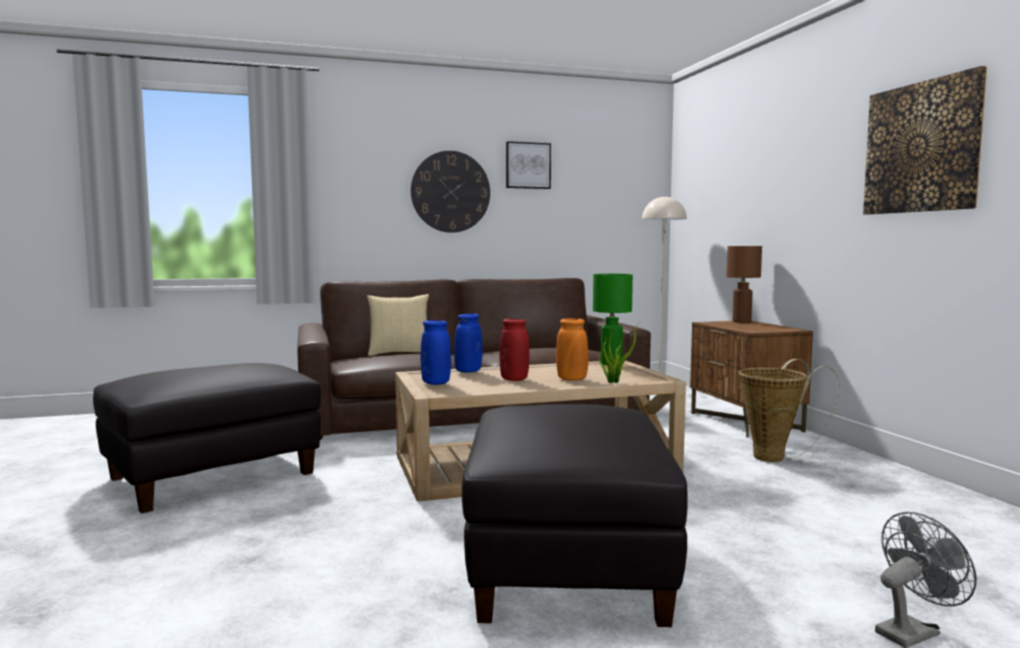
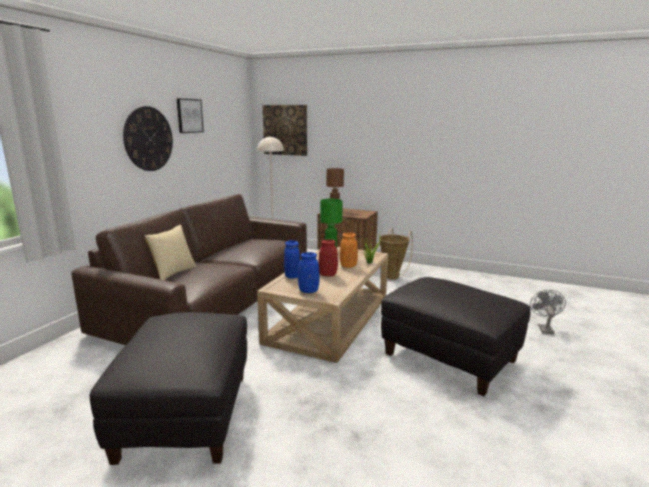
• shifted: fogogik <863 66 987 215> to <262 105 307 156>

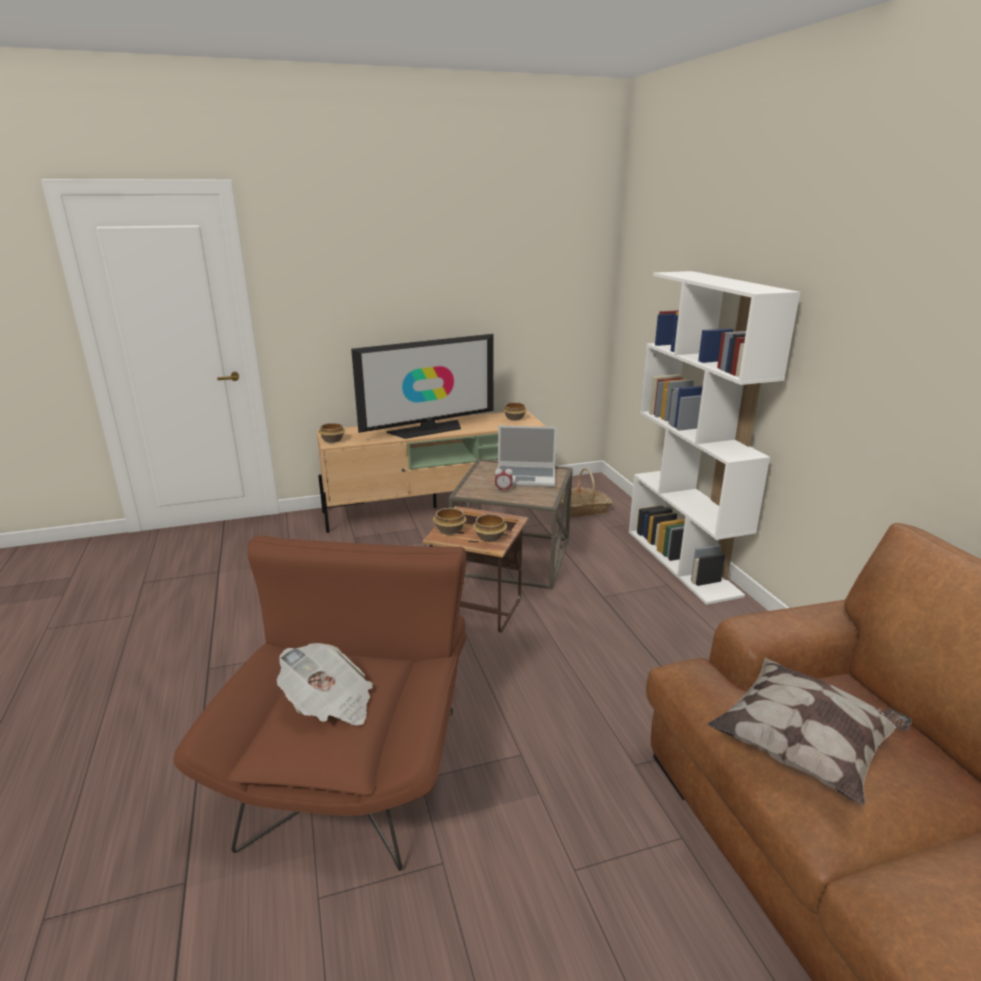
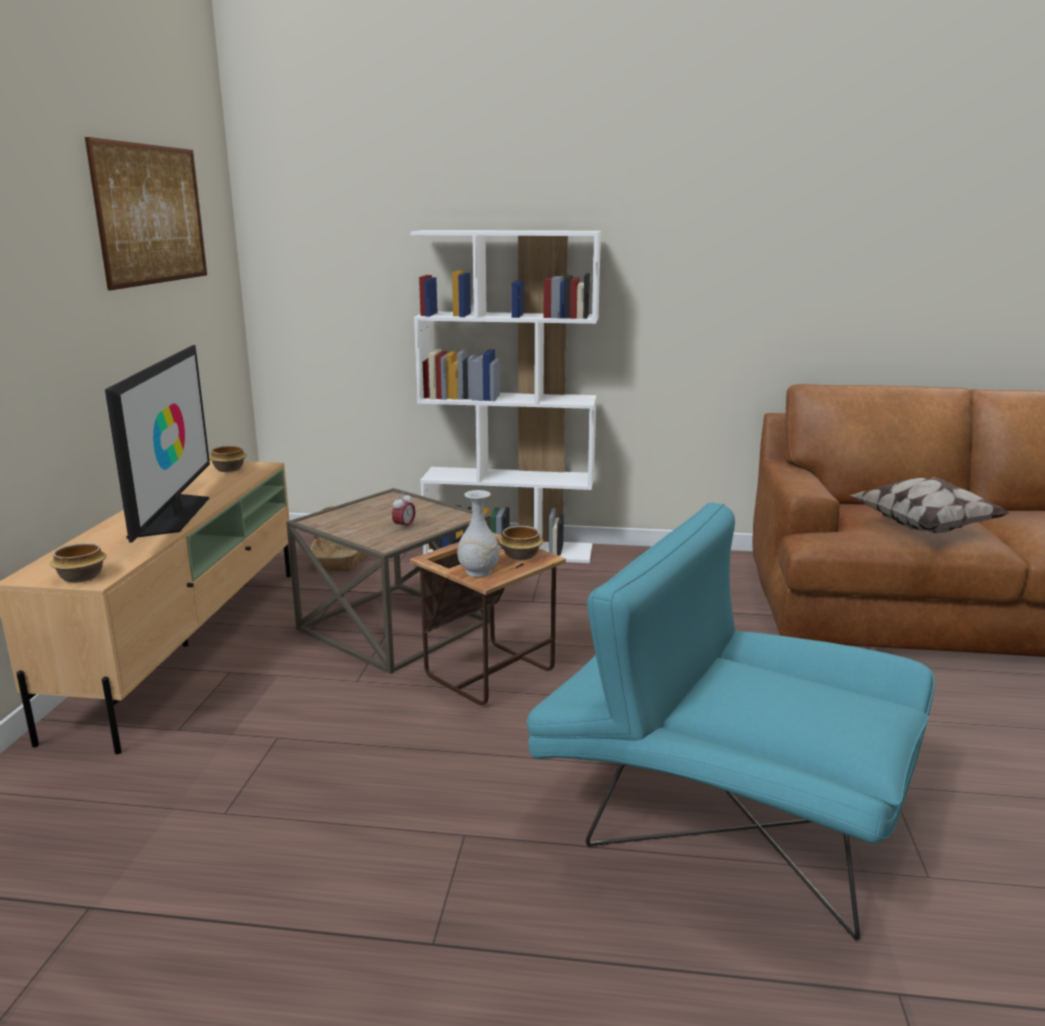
• new: fogogik <85 137 207 290>
• swapped: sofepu <433 508 467 535> to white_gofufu <457 490 500 577>
• repainted: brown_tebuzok <173 535 467 871> to turquoise_tebuzok <527 502 935 940>
• gone: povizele <276 643 373 726>
• gone: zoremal <497 425 557 487>

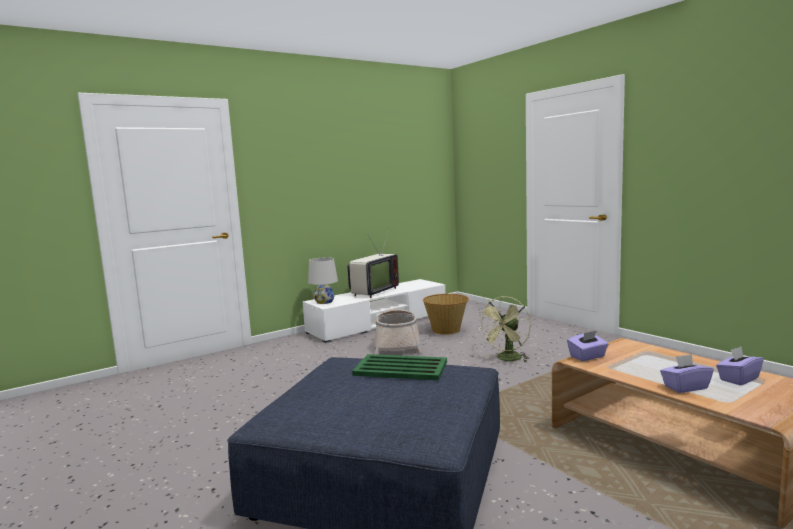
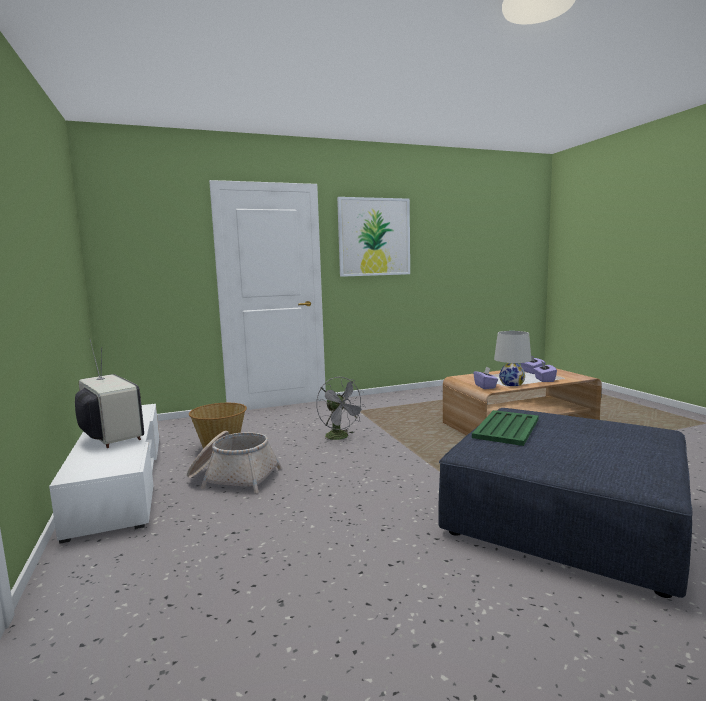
• repainted: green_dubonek <478 296 531 362> to grey_dubonek <317 377 365 443>
• new: fogogik <337 197 410 277>
• shifted: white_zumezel <308 257 338 304> to <494 331 531 386>

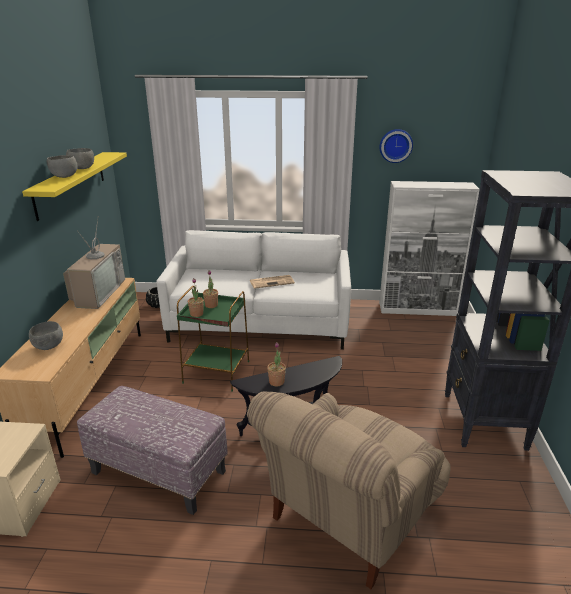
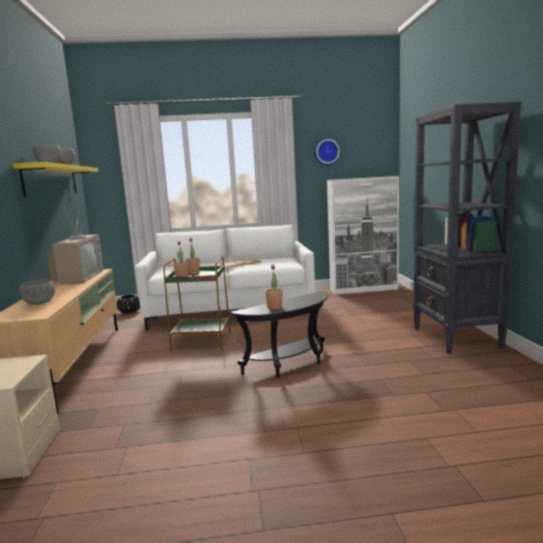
• gone: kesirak <77 386 228 515>
• gone: beige_tebuzok <247 391 451 589>

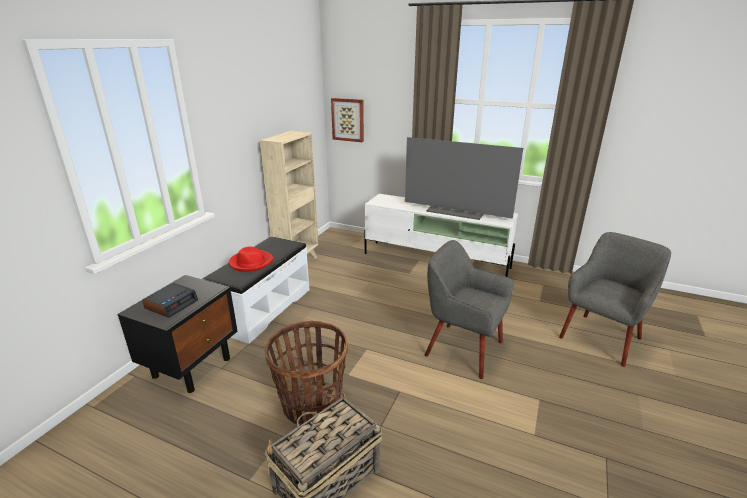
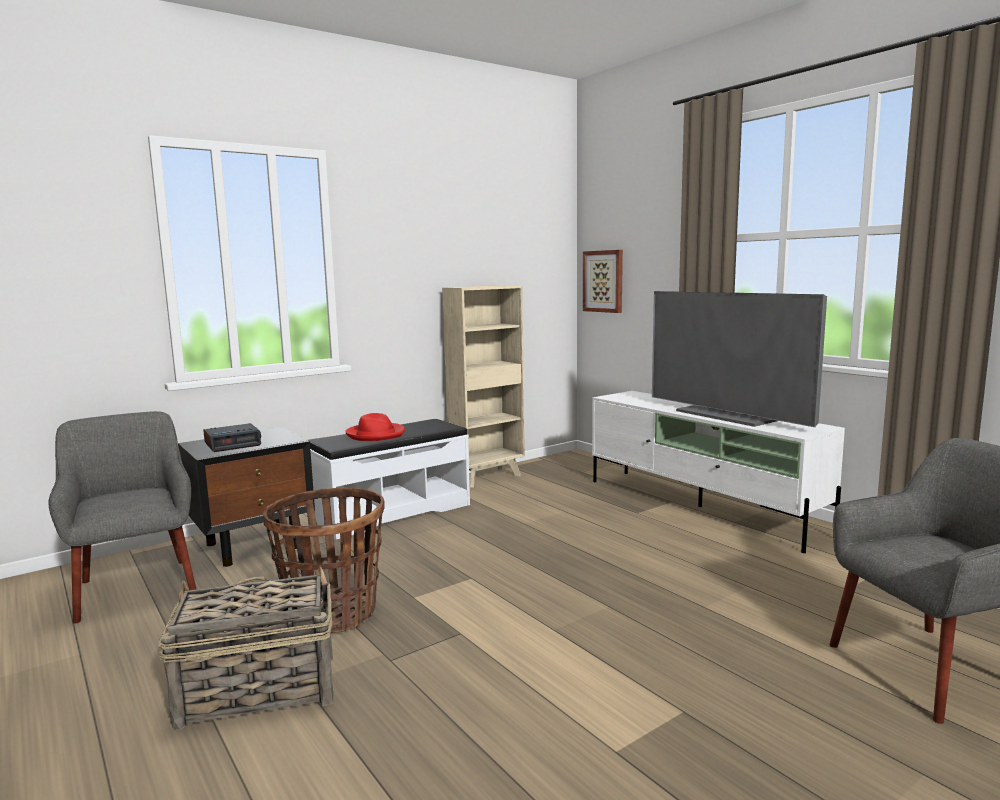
• shifted: grey_tebuzok <425 240 513 379> to <49 411 197 624>

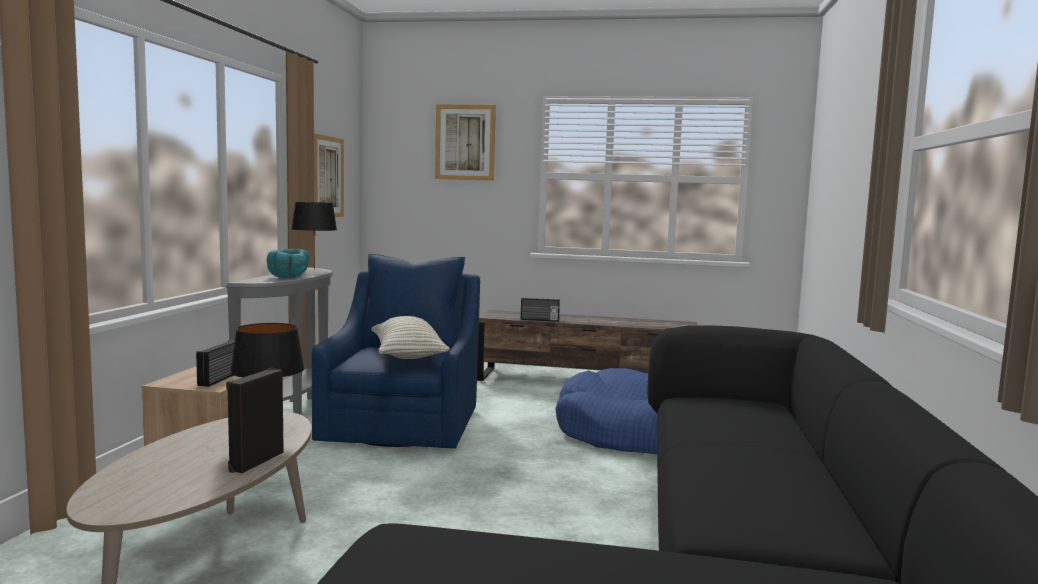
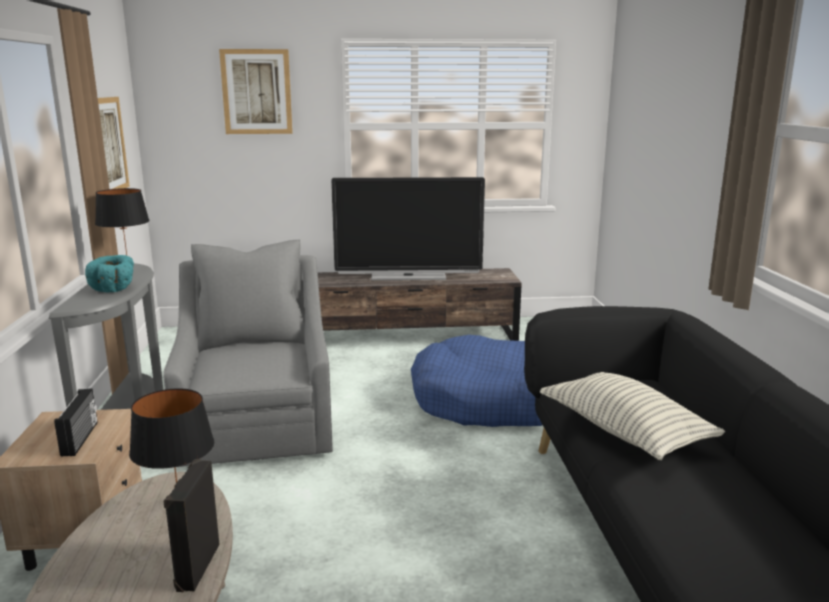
• repainted: blue_tebuzok <312 254 481 449> to grey_tebuzok <163 240 333 467>
• new: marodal <331 177 485 281>
• shifted: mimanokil <371 316 450 359> to <540 372 725 460>
• gone: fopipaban <521 298 560 322>

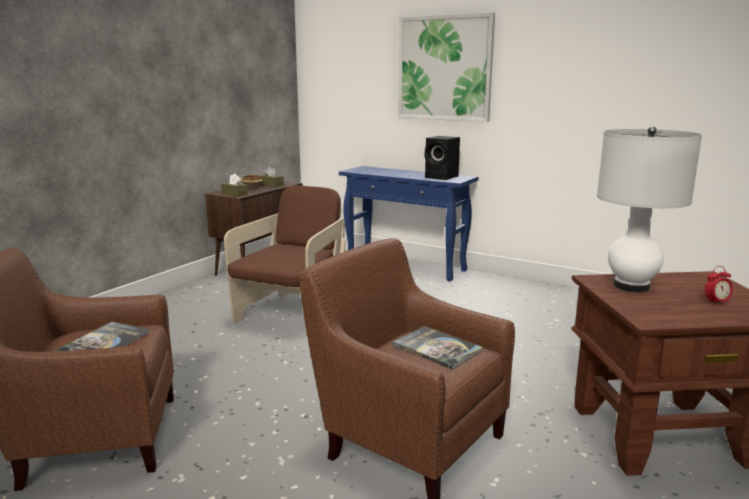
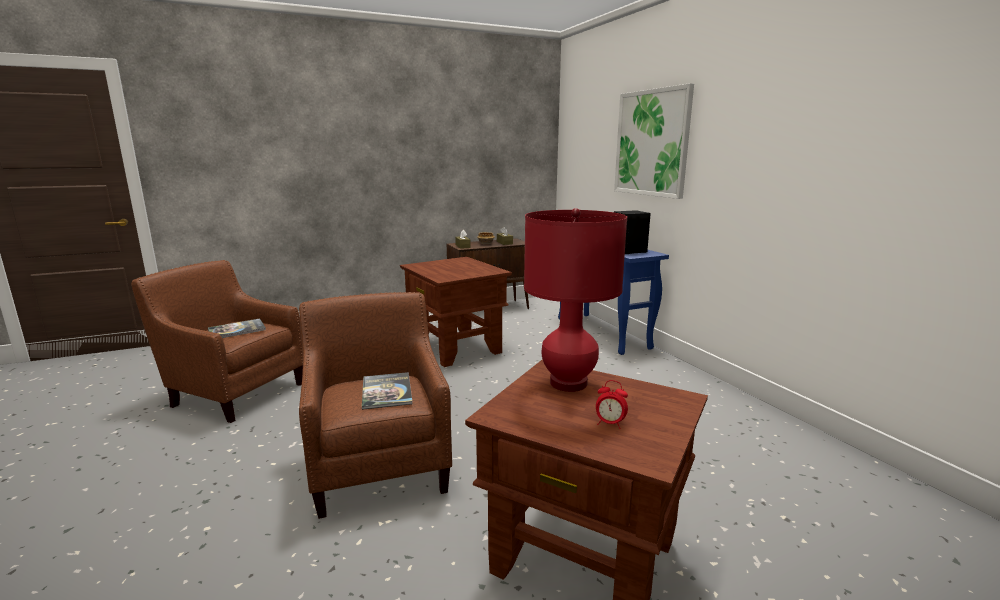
• swapped: brown_tebuzok <224 186 346 336> to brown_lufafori <400 257 512 367>
• repainted: white_zumezel <597 126 702 292> to red_zumezel <524 208 627 392>

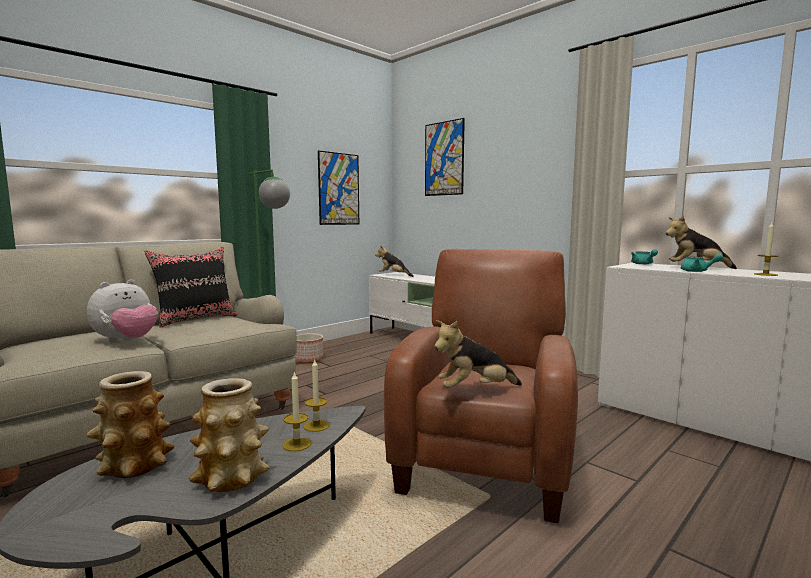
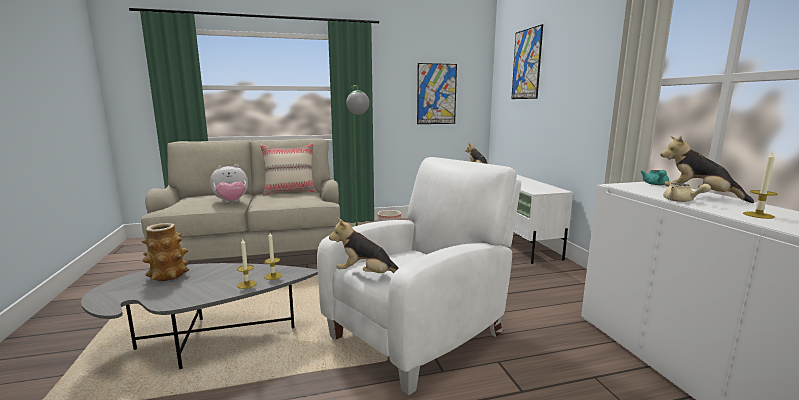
• repainted: black_mimanokil <145 247 237 328> to beige_mimanokil <260 143 317 196>
• repainted: brown_tebuzok <384 249 578 523> to white_tebuzok <317 157 521 395>
• repainted: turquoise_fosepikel <681 254 724 272> to beige_fosepikel <663 183 711 202>
• gone: gofufu <189 378 269 492>

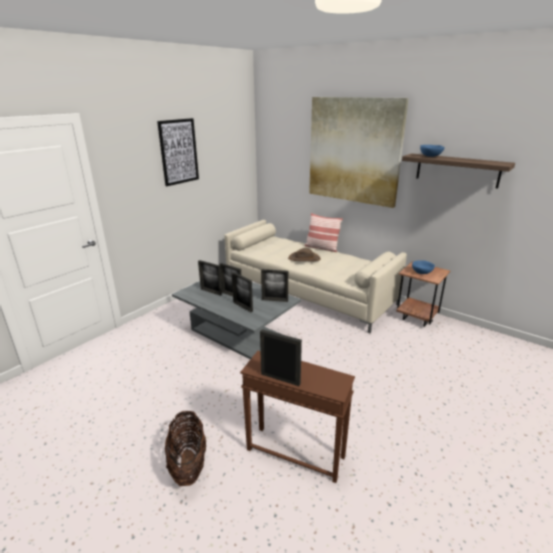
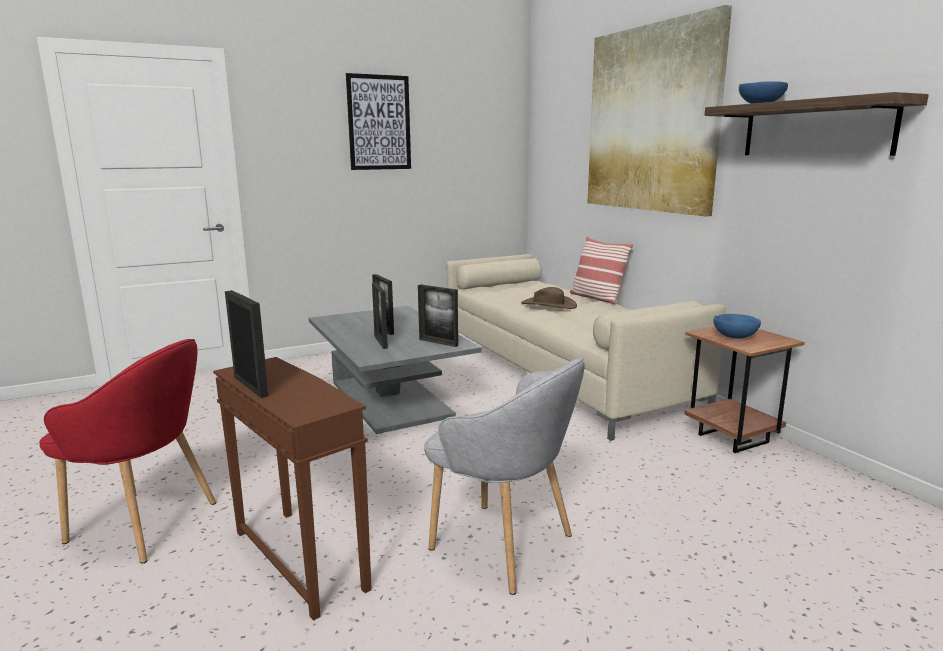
• swapped: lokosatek <165 411 206 486> to red_tebuzok <39 339 216 564>
• new: grey_tebuzok <424 358 585 595>
• gone: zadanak <198 260 222 296>

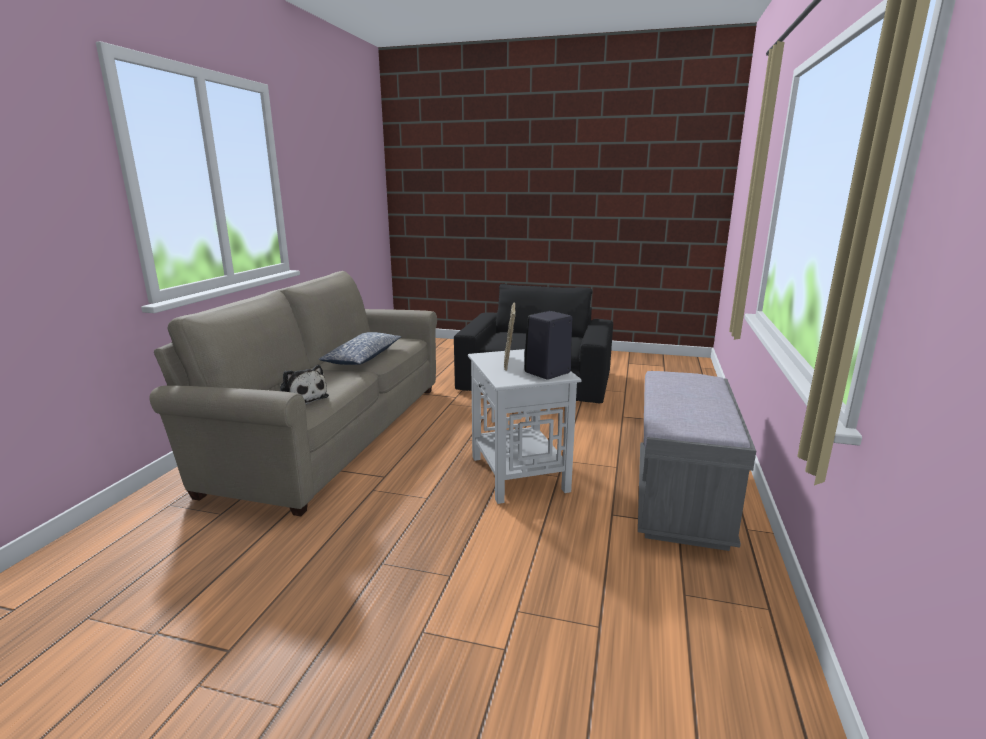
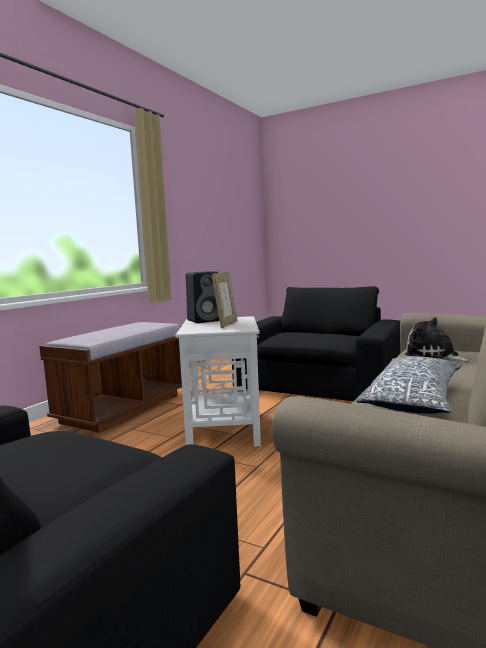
• repainted: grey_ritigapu <638 371 756 551> to brown_ritigapu <39 322 182 433>
• new: black_tebuzok <232 286 400 401>

